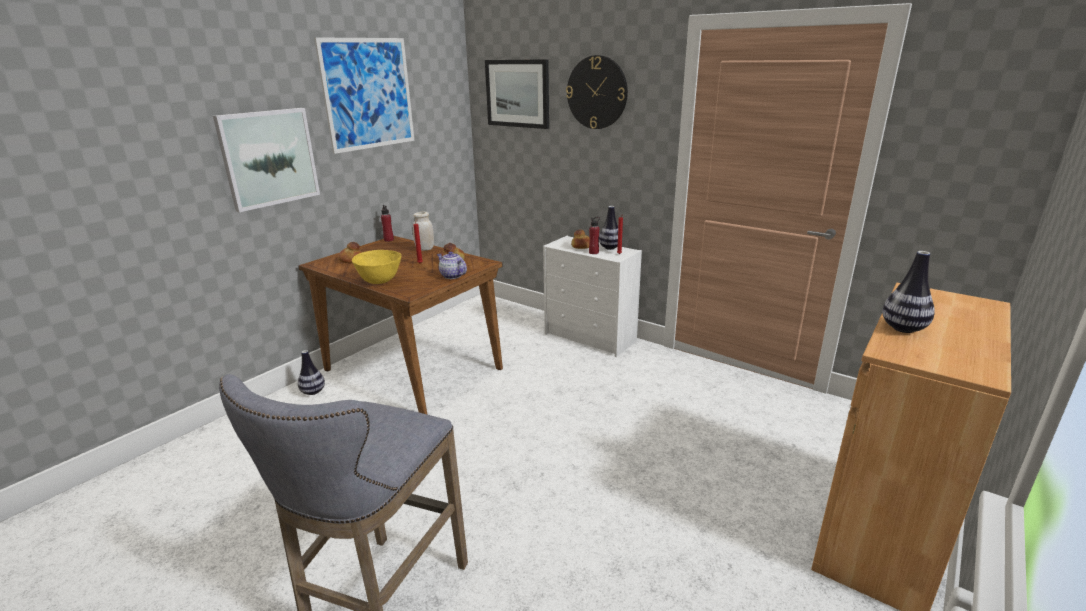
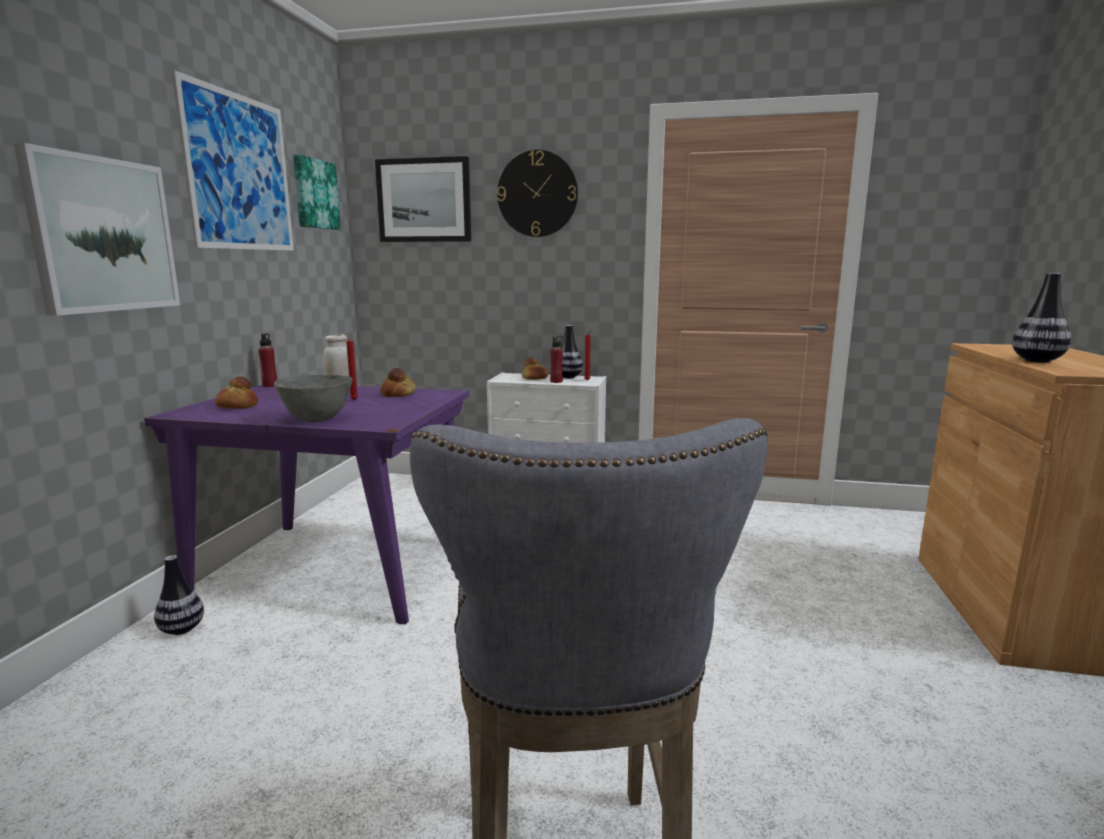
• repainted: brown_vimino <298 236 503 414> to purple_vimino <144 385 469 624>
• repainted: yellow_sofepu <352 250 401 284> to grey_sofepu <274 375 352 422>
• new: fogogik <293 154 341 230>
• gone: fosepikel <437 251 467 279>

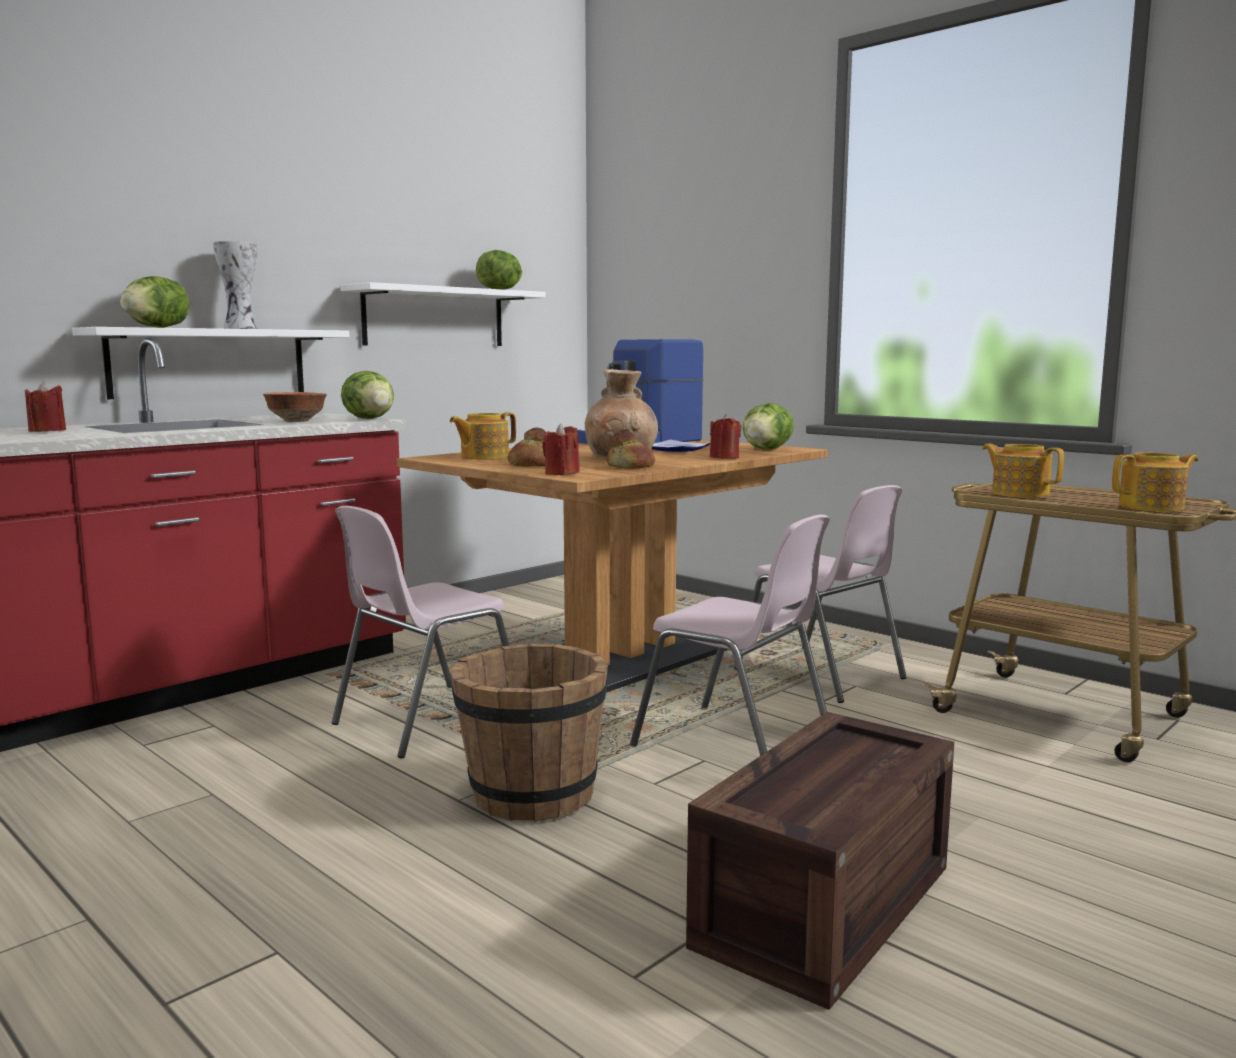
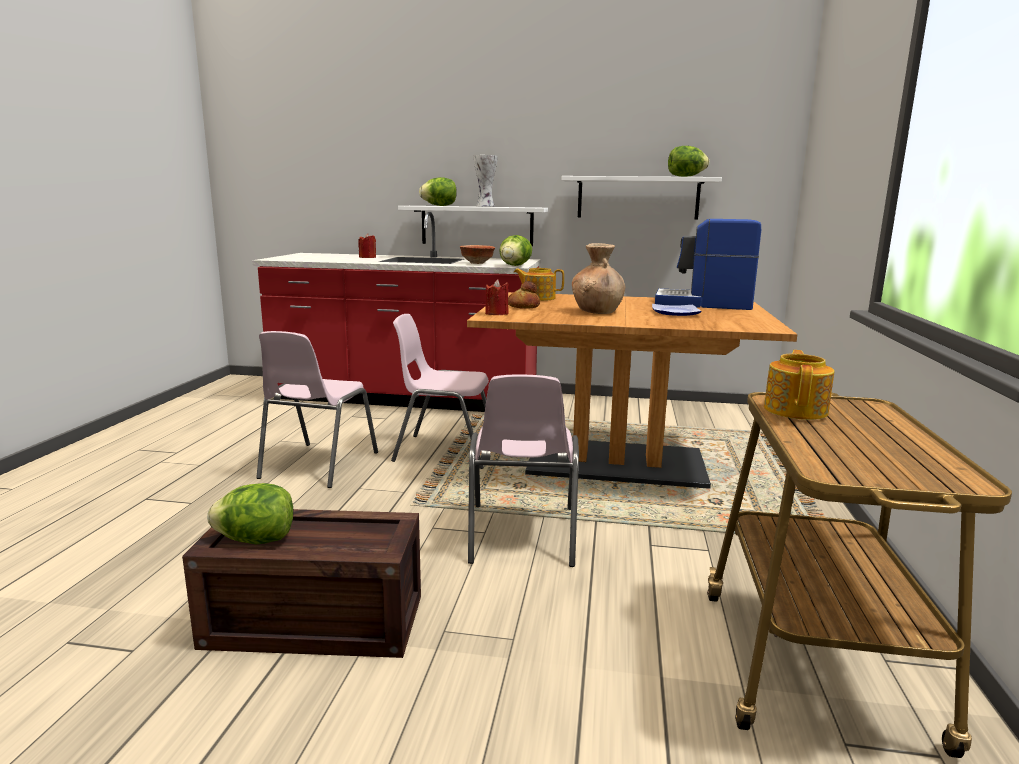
• shifted: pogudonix <743 403 794 450> to <207 483 293 544>
• shifted: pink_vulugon <734 485 907 703> to <256 331 378 488>
• gone: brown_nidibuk <450 644 608 822>
• gone: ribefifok <607 429 655 469>
• gone: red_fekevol <710 414 741 459>
• gone: fosepikel <1112 452 1198 512>

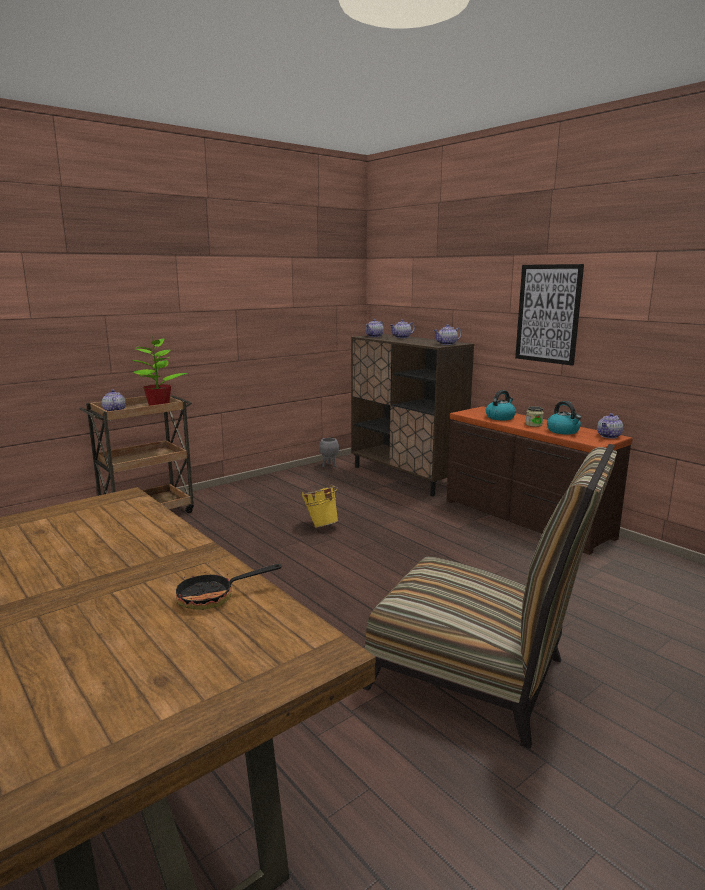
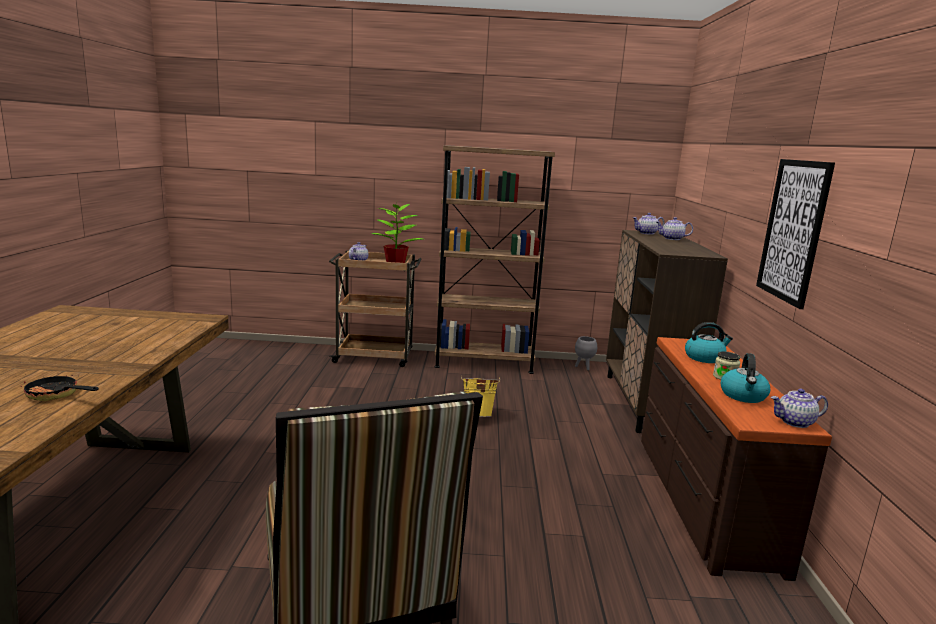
• new: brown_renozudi <434 145 555 374>
• gone: fosepikel <433 324 462 345>

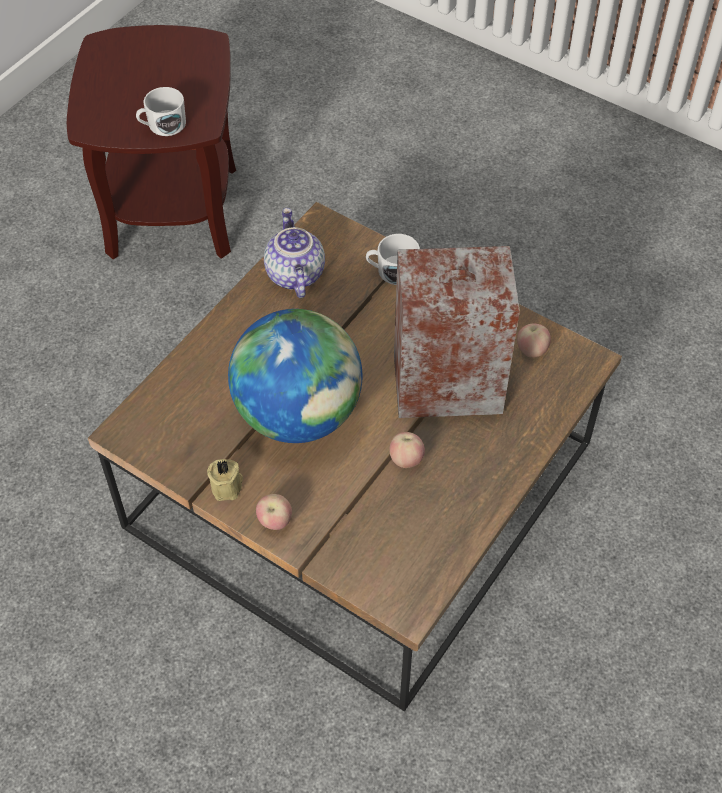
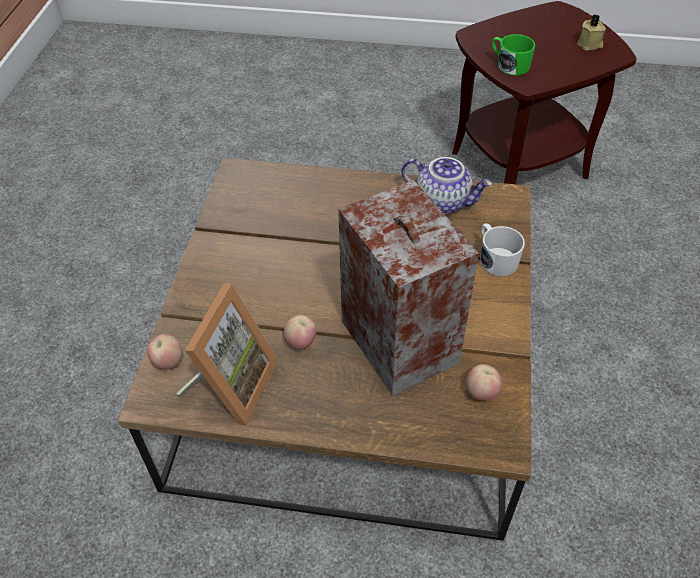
• shifted: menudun <256 494 292 530> to <147 334 183 369>
• new: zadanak <176 283 278 426>
• rotated: fosepikel <264 208 325 298> = <401 157 492 214> 60 degrees clockwise
• repainted: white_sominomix <136 87 186 136> to green_sominomix <492 34 535 76>
• shifted: beige_fekevol <207 459 243 501> to <577 14 606 51>
• gone: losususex <228 309 363 443>

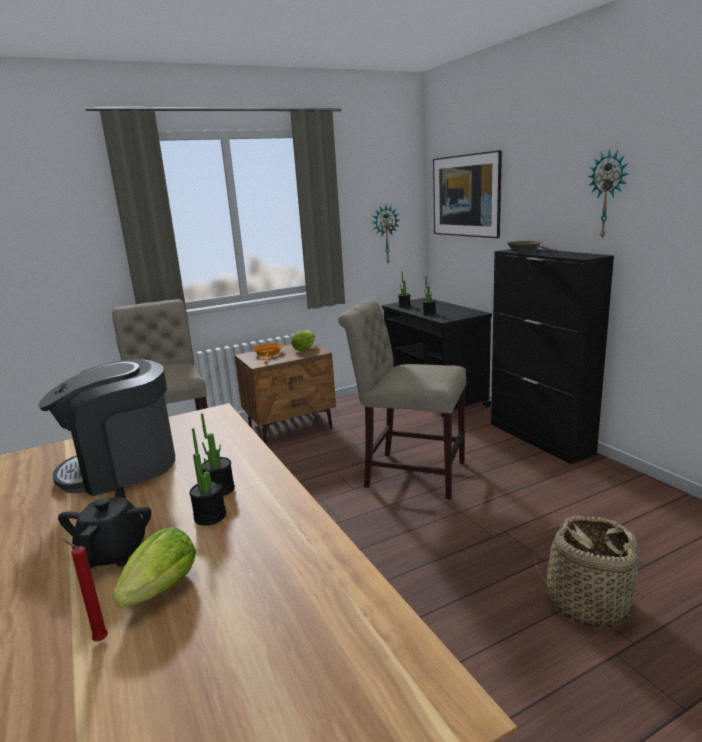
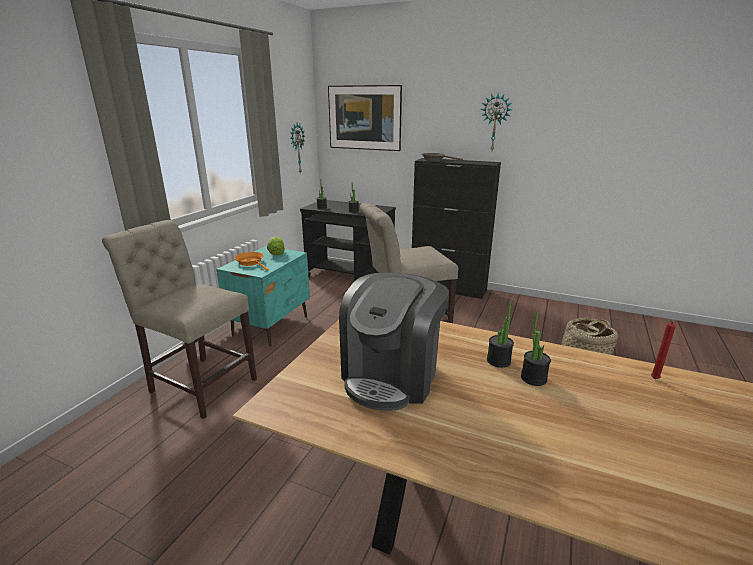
• repainted: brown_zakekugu <235 343 336 445> to turquoise_zakekugu <216 246 310 346>
• shifted: red_fekevol <62 539 108 641> to <651 320 676 379>
• gone: black_fosepikel <58 486 151 568>
• gone: pogudonix <112 527 196 608>

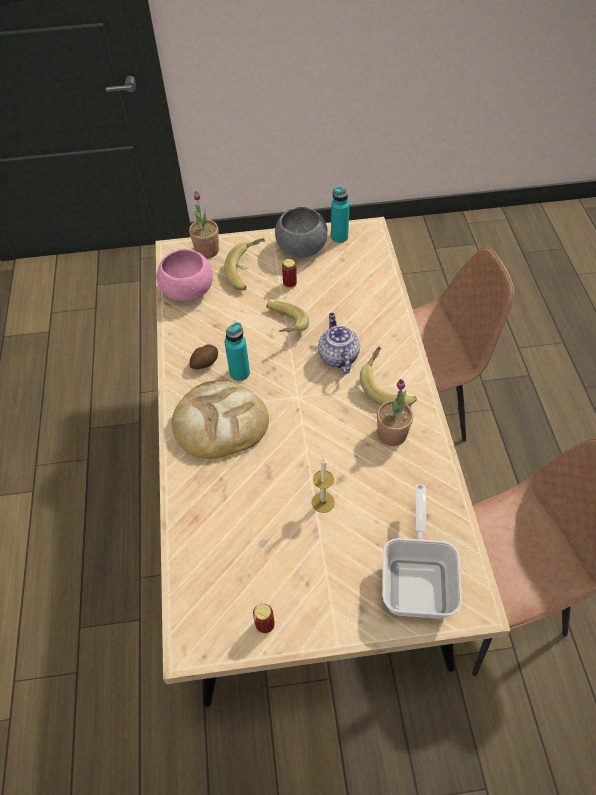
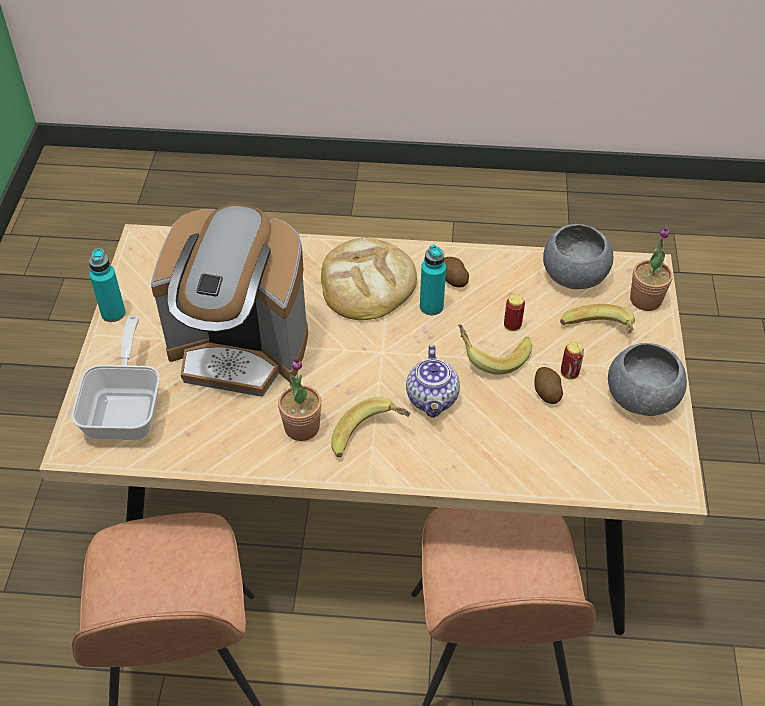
• rotated: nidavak <382 484 462 618> = <71 316 160 440> 105 degrees counterclockwise
• shifted: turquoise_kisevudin <331 187 350 243> to <89 248 126 322>
• swapped: fekevol <312 458 335 513> to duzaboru <151 203 308 397>
• rotated: fosepikel <318 313 360 374> = <406 345 460 418> 90 degrees clockwise
• shifted: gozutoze <253 603 275 634> to <504 294 525 331>
• new: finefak <534 367 563 404>
• repainted: pink_sofepu <157 249 213 301> to grey_sofepu <543 224 613 289>

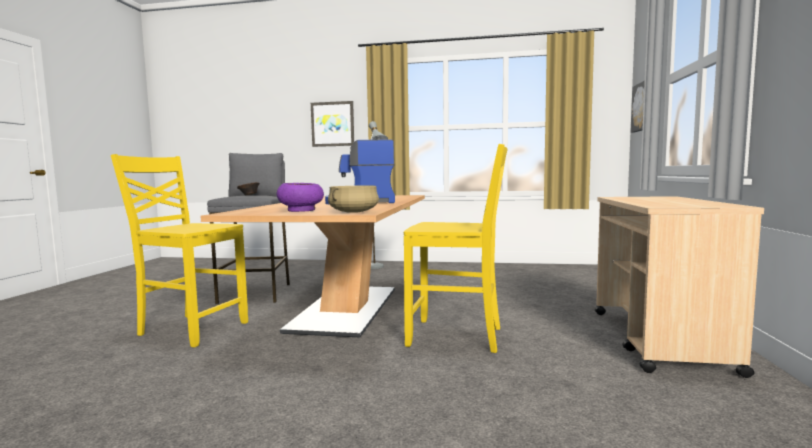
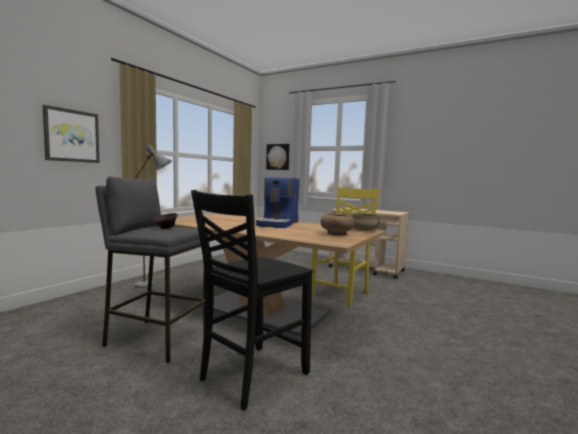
• repainted: yellow_vulugon <111 154 248 347> to black_vulugon <191 190 313 410>
• repainted: purple_sofepu <277 183 324 212> to brown_sofepu <321 214 355 236>

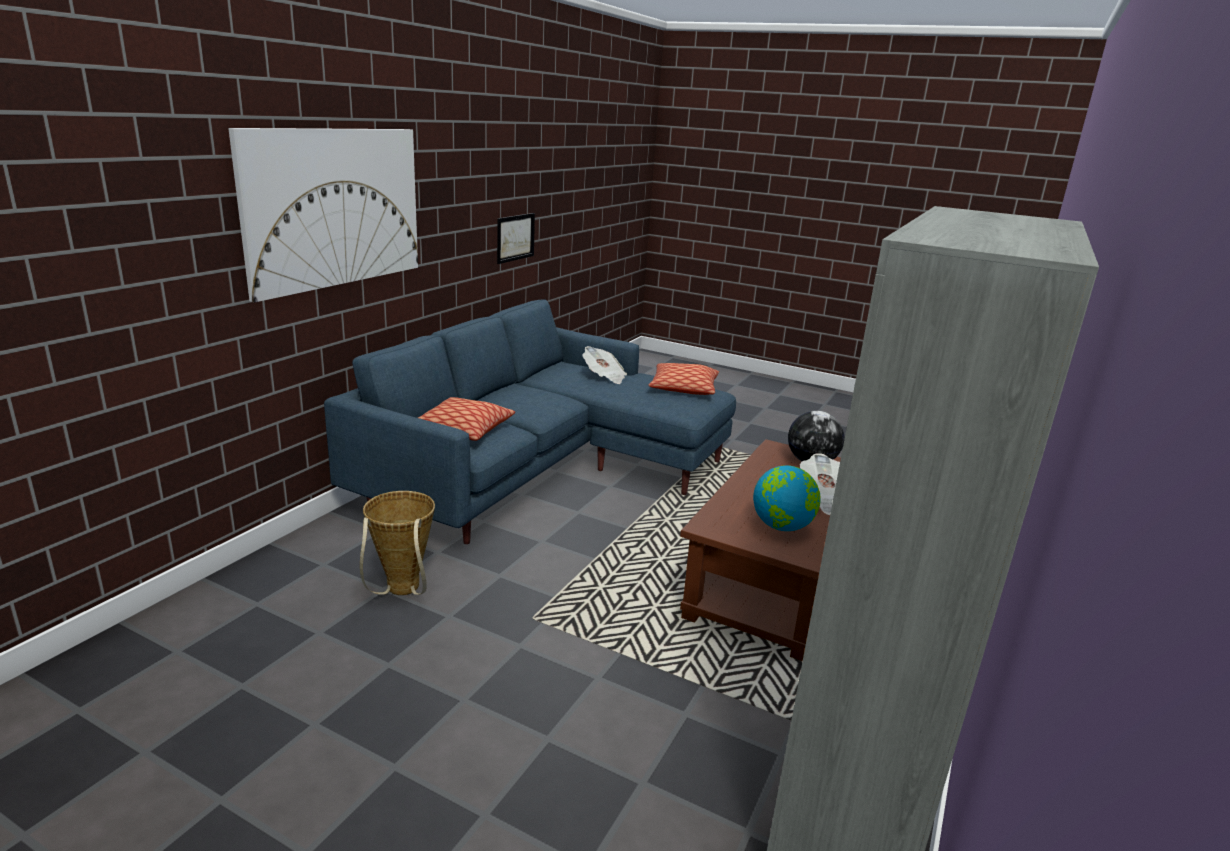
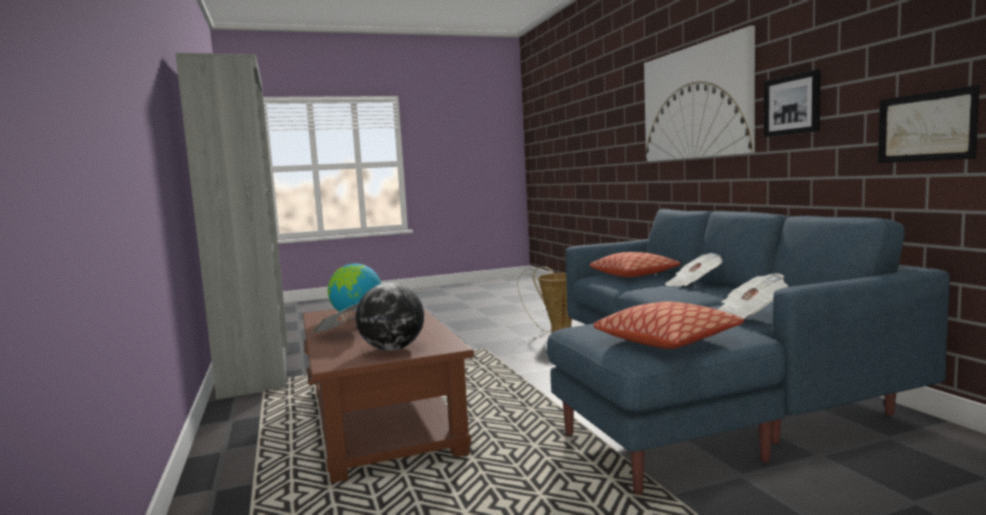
• new: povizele <665 253 723 286>
• new: fogogik <764 69 821 137>

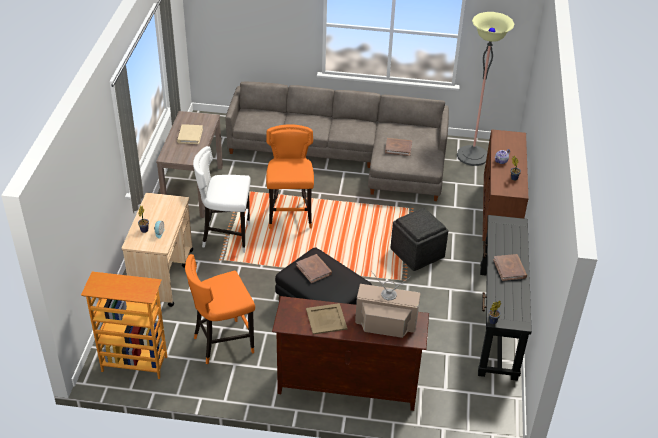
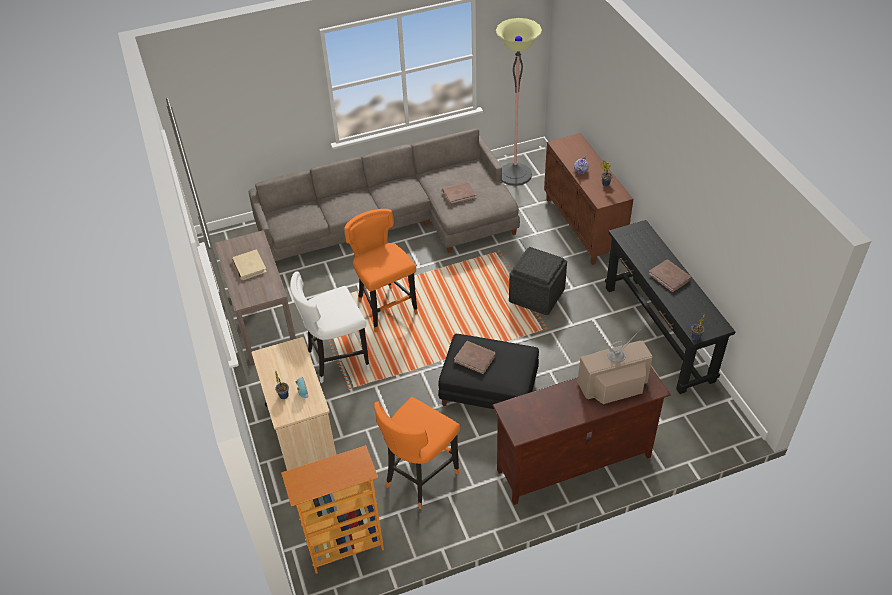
• gone: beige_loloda <306 303 347 335>

